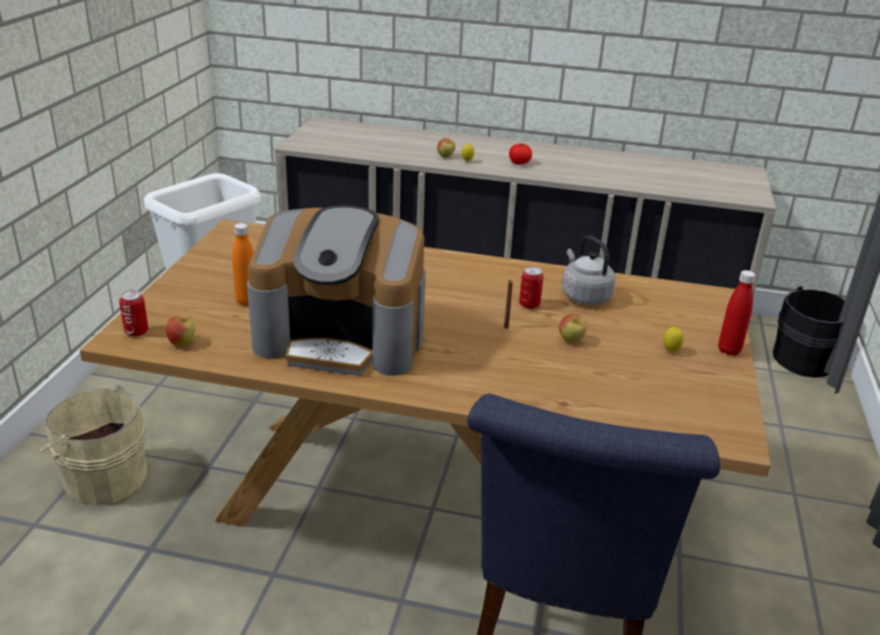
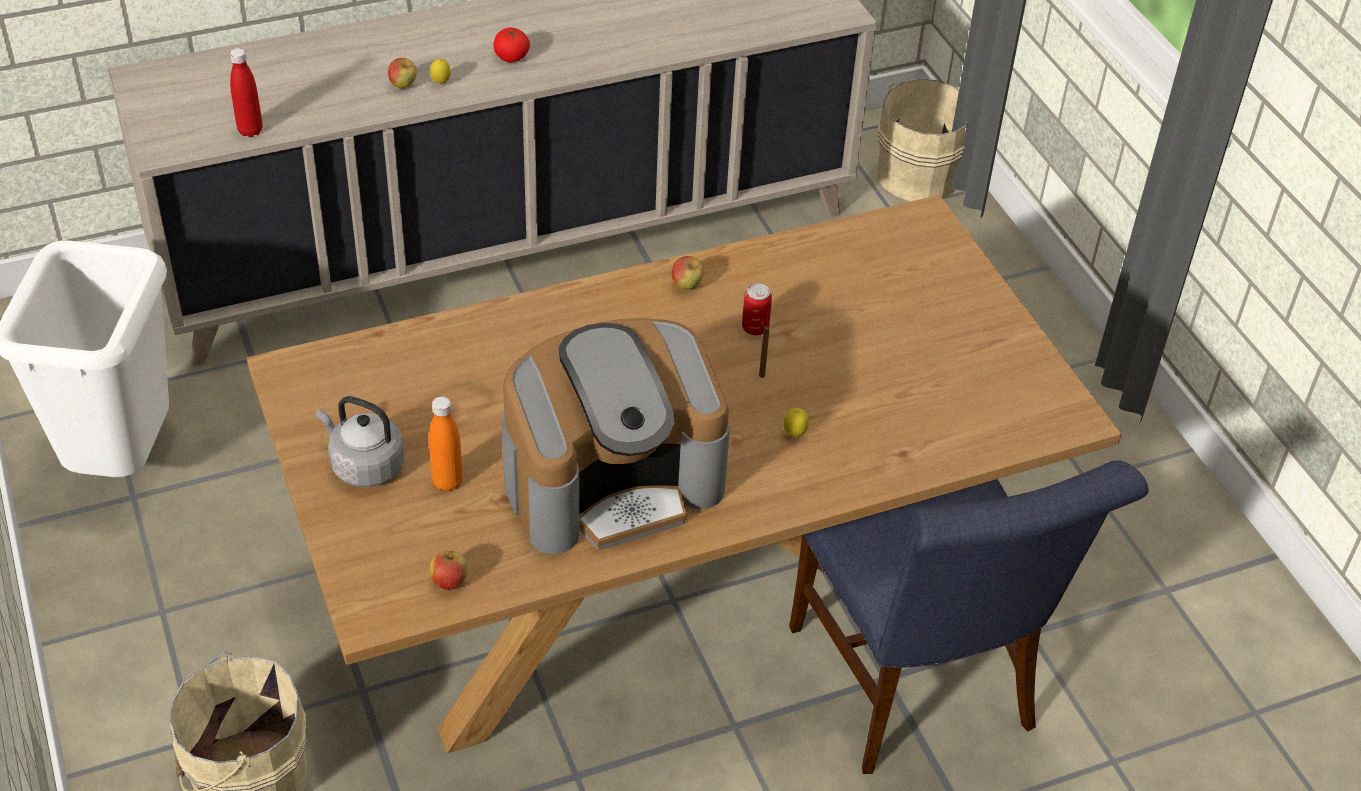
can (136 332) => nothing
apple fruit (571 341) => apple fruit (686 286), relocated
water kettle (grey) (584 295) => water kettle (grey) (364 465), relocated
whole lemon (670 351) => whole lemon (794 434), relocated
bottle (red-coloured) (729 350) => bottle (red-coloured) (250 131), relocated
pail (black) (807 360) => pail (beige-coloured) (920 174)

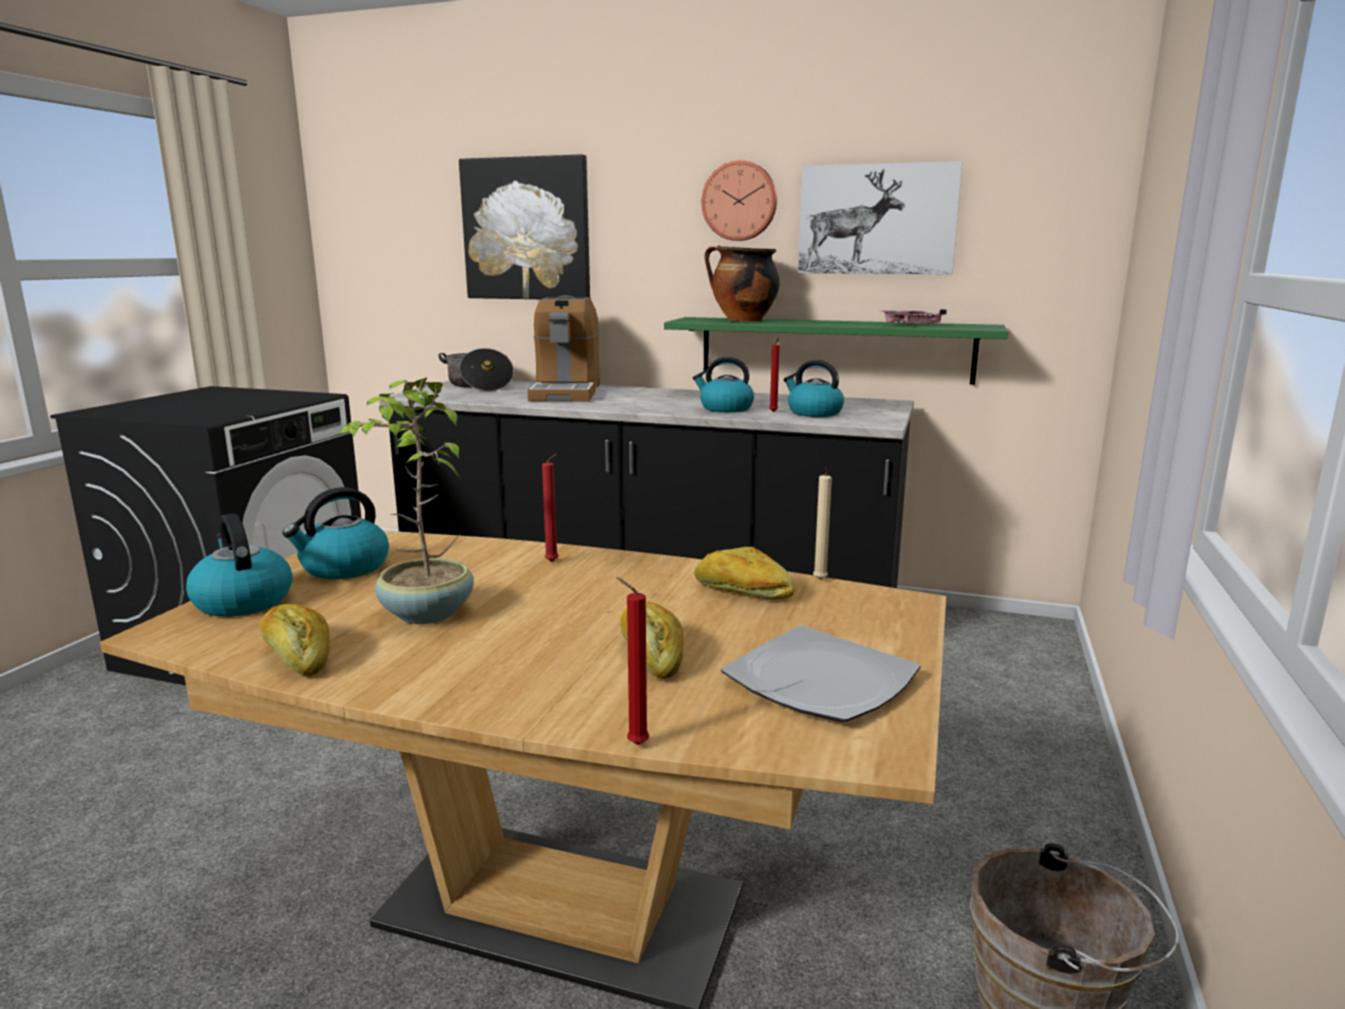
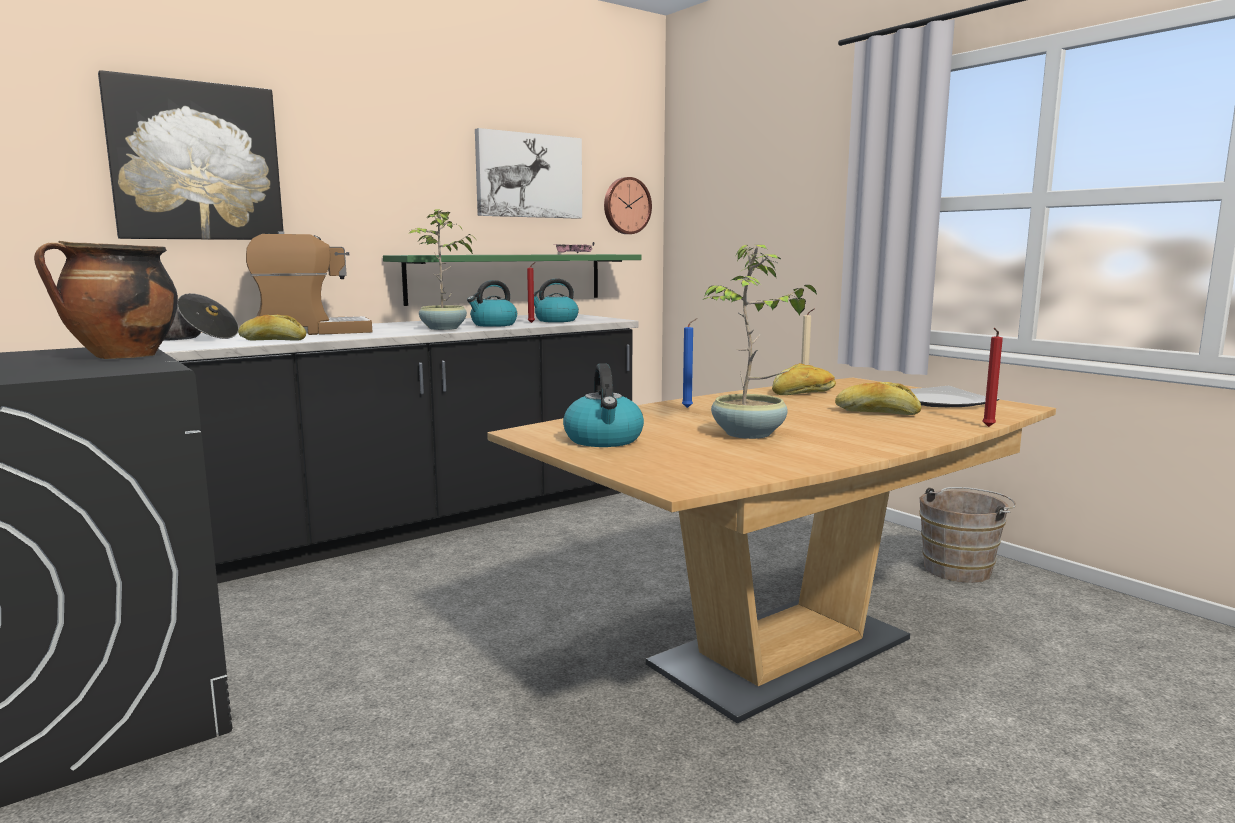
water kettle (242 601) => nothing
baked bread (298 655) => baked bread (272 340), relocated
coffee maker (566 392) => coffee maker (311 332), 60 degrees counterclockwise
candle (red-coloured) (553 562) => candle (blue) (689 407)
clock on the wall (740 201) => clock on the wall (626 206), relocated
stockpot (742 321) => stockpot (122 357), relocated
nothing => plant in a pot (443 329)

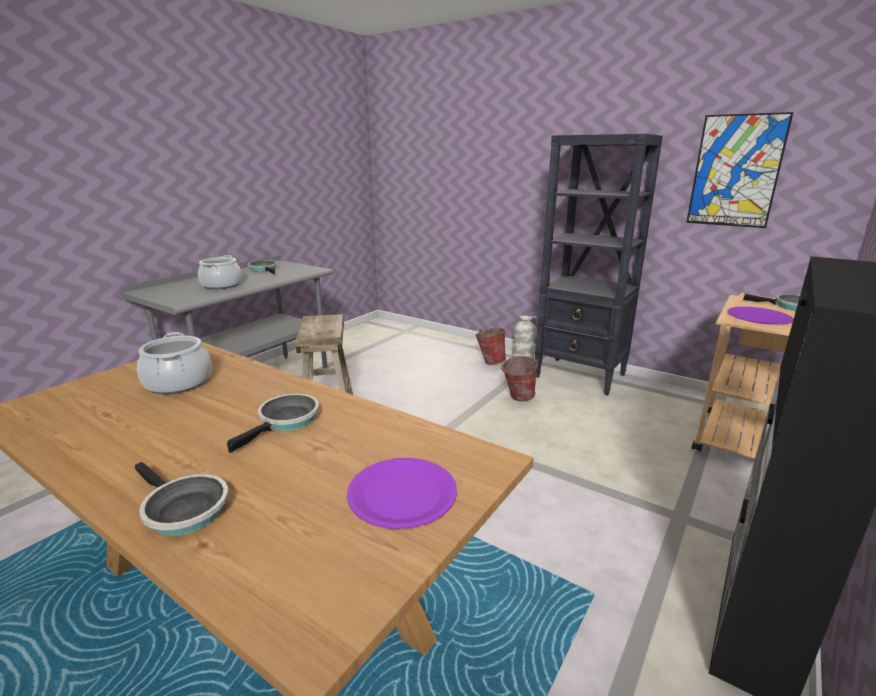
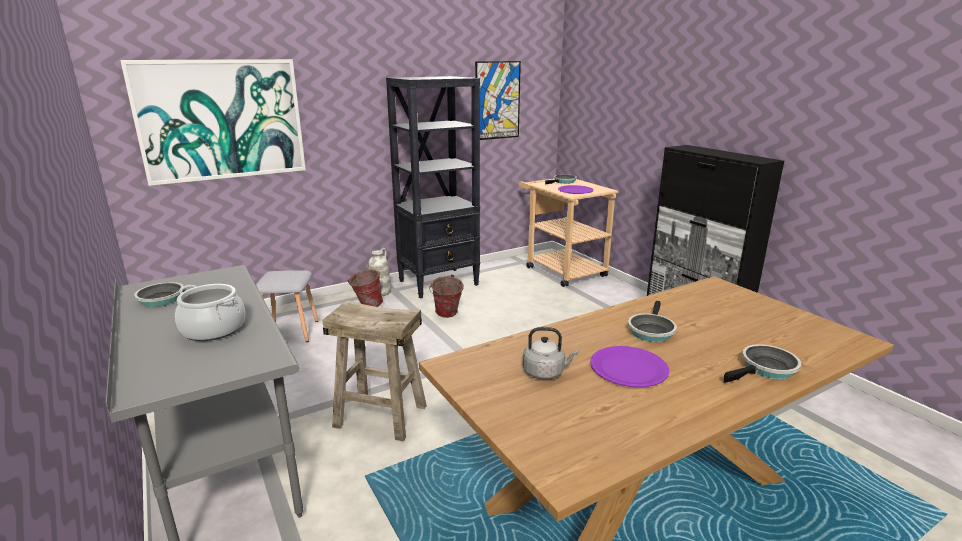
stockpot (179 383) => water kettle (grey) (545 372)
pan (286 421) => pan (650 331), 120 degrees counterclockwise
dinner plate (purple-coloured) (402 494) => dinner plate (purple-coloured) (628 368), relocated
nothing => wall picture (221 120)
nothing => stool (grey) (289 331)

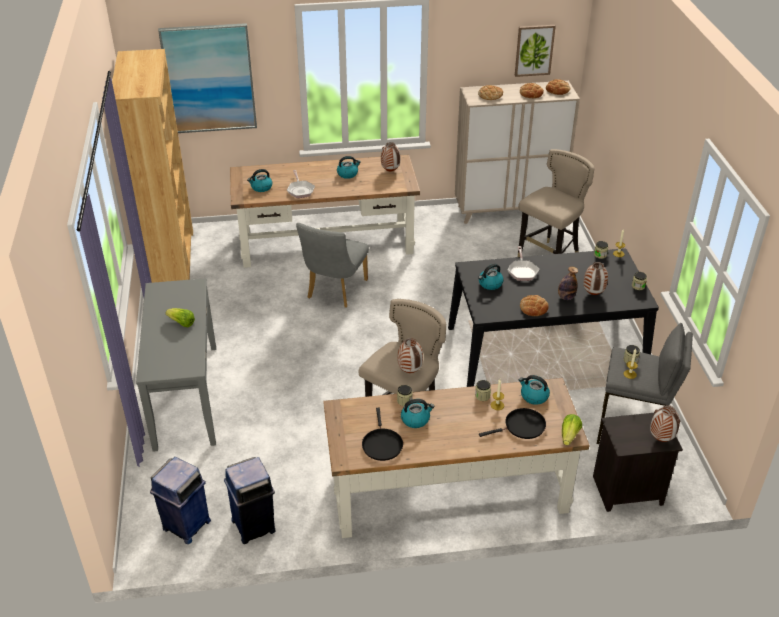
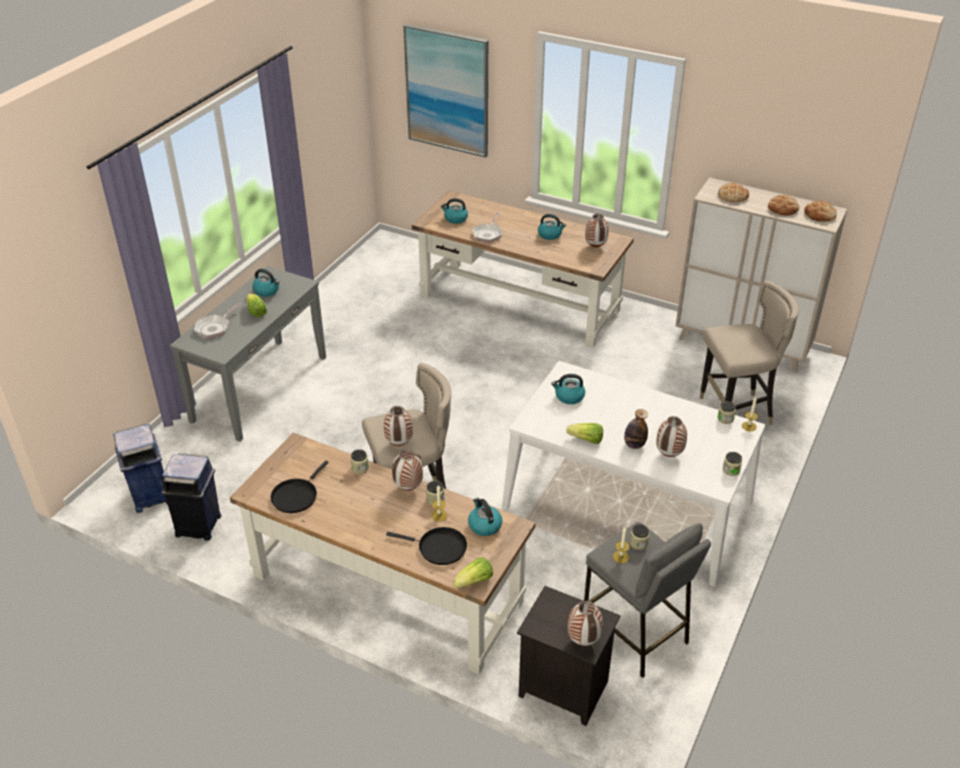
bookcase (brown) (171 259) => nothing
plain chair (grey) (334 291) => nothing
water kettle (416 419) => water kettle (267 291), relocated
kitchen table (black) (545 351) => kitchen table (white) (627 504)
pan (522 271) => pan (215 327), relocated
wall picture (534 50) => nothing
baked bread (533 308) => lettuce (586 440)
nothing => flower vase (408 488)

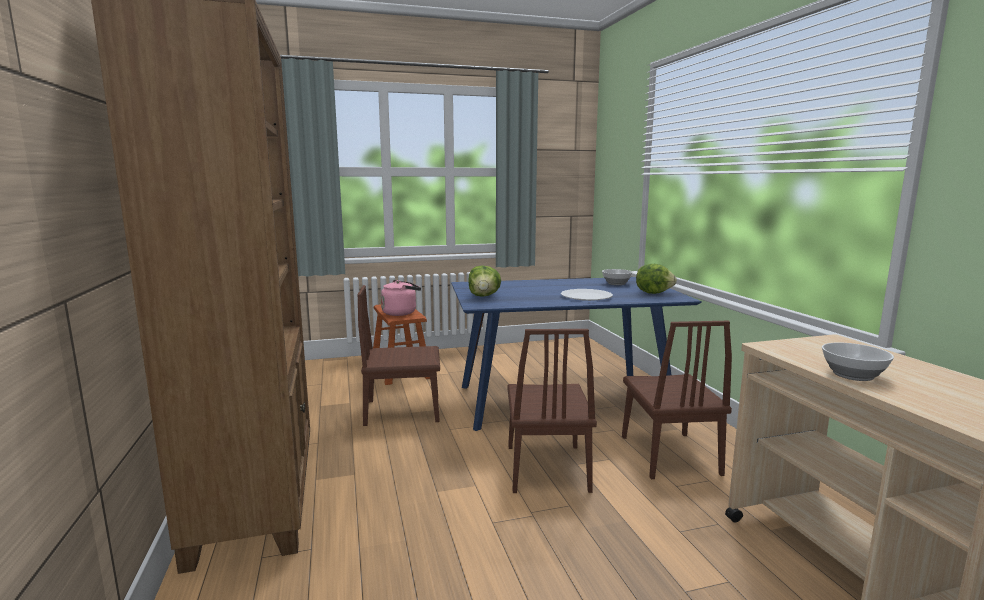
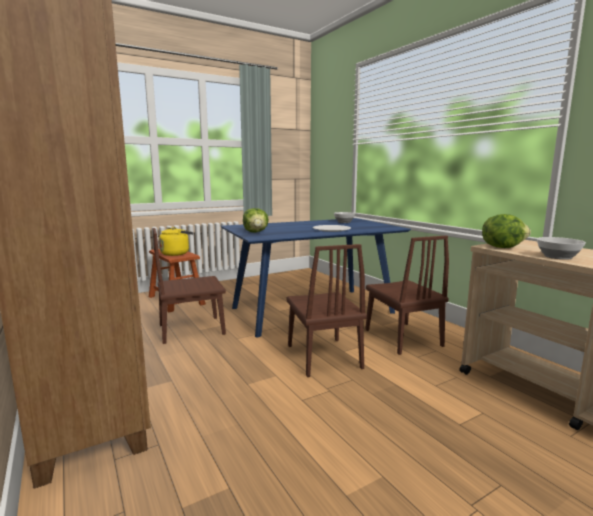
water kettle (pink) (401 313) => water kettle (yellow-coloured) (176 253)
lettuce (653 293) => lettuce (502 247), relocated

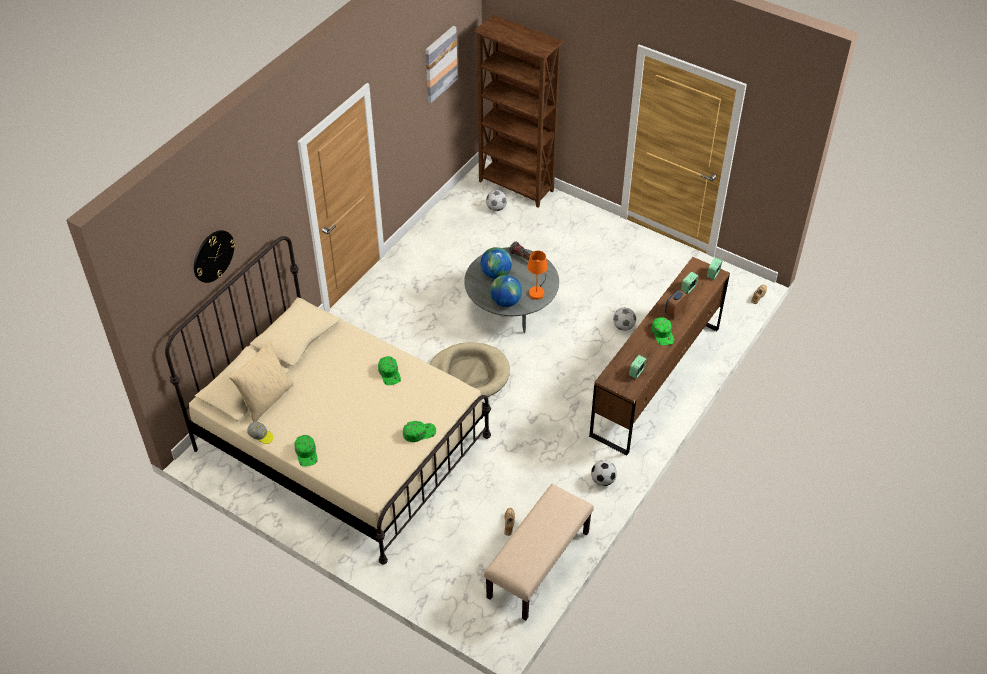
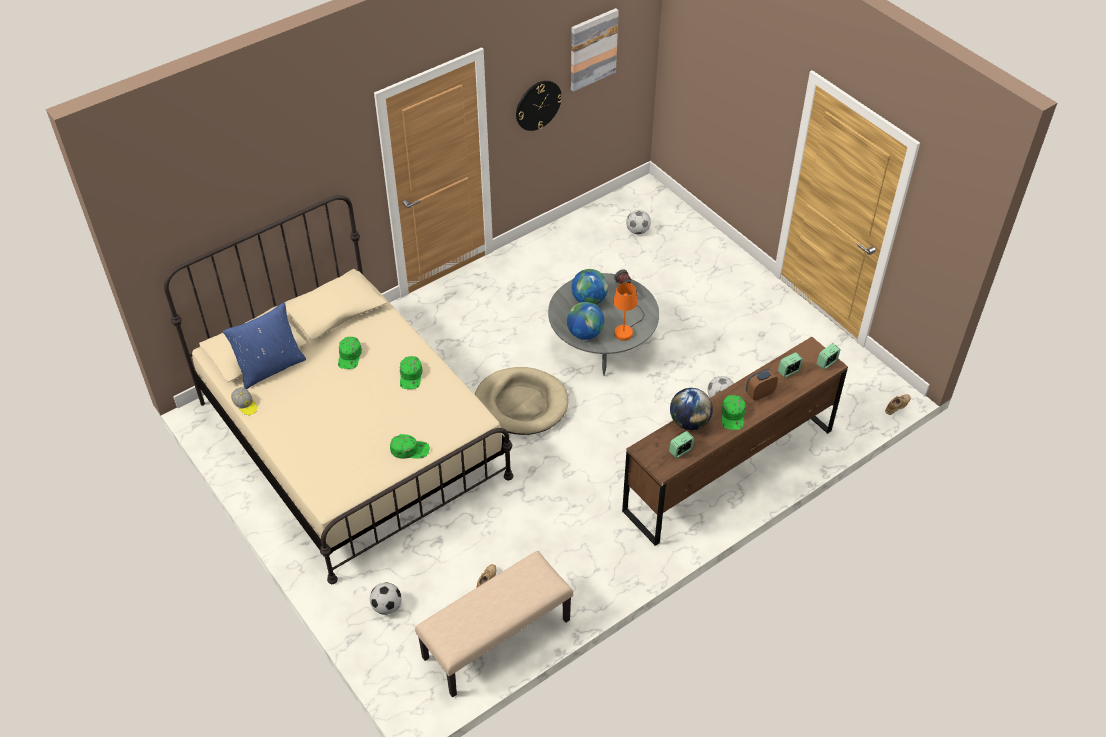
clock on the wall (213 256) => clock on the wall (538 105), relocated
throw pillow (beige-coloured) (266 399) => throw pillow (blue) (270 367)
baseball cap (green) (306 453) => baseball cap (green) (350 356), relocated
bookcase (brown) (516 187) => nothing
football (603 480) => football (387 606), relocated
nothing => desk globe (689 422)

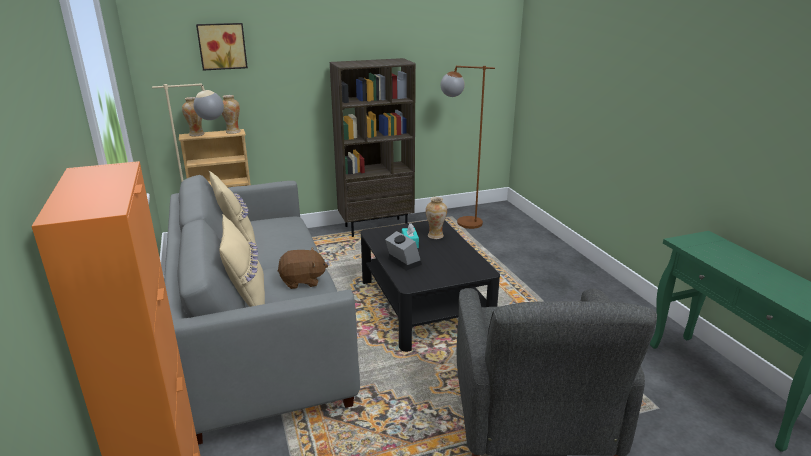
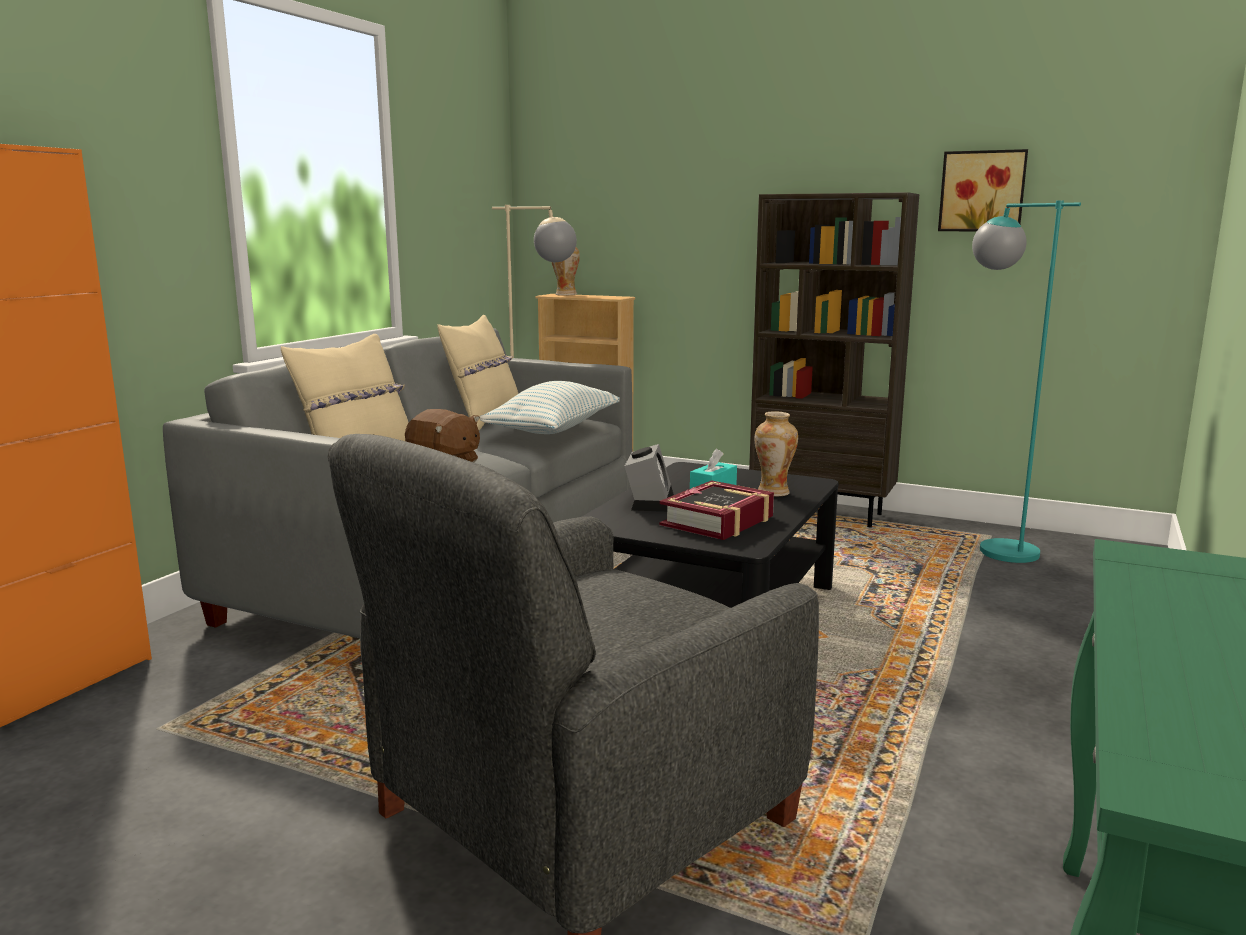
wall picture (222 46) => wall picture (982 191), relocated
flower vase (233 132) => nothing
standard lamp (brown) (460 222) => standard lamp (blue-green) (992 547)
nothing => throw pillow (553 430)
nothing => volume (718 521)

